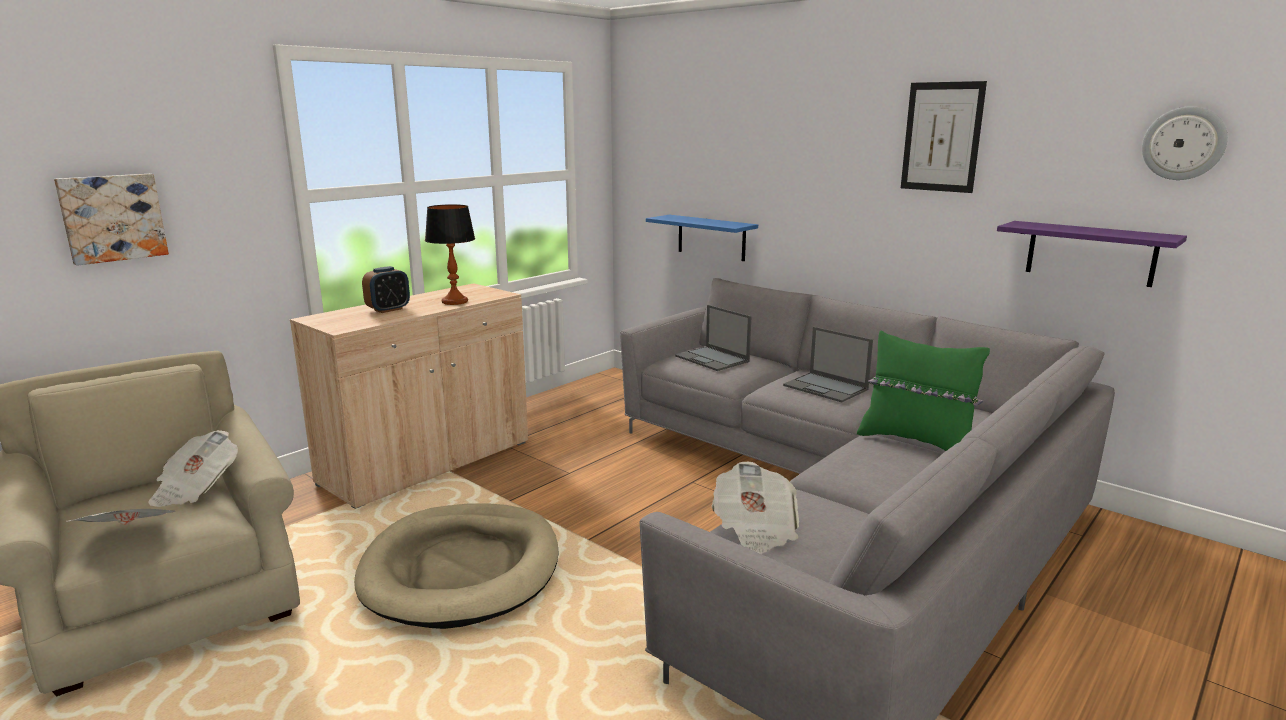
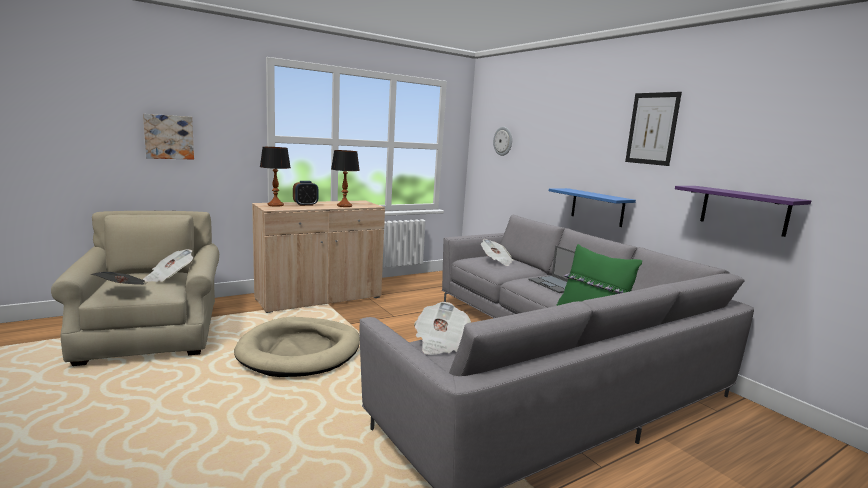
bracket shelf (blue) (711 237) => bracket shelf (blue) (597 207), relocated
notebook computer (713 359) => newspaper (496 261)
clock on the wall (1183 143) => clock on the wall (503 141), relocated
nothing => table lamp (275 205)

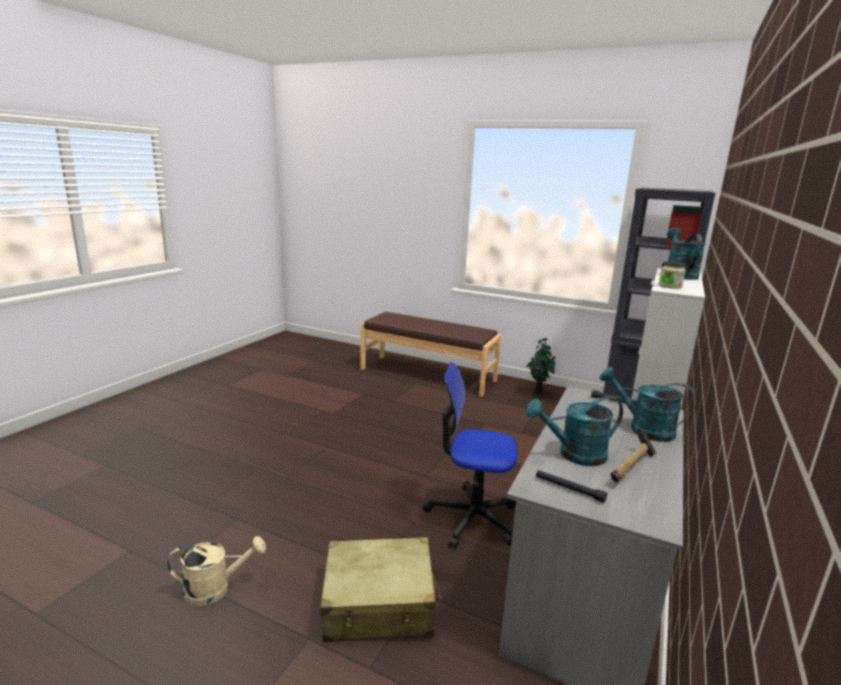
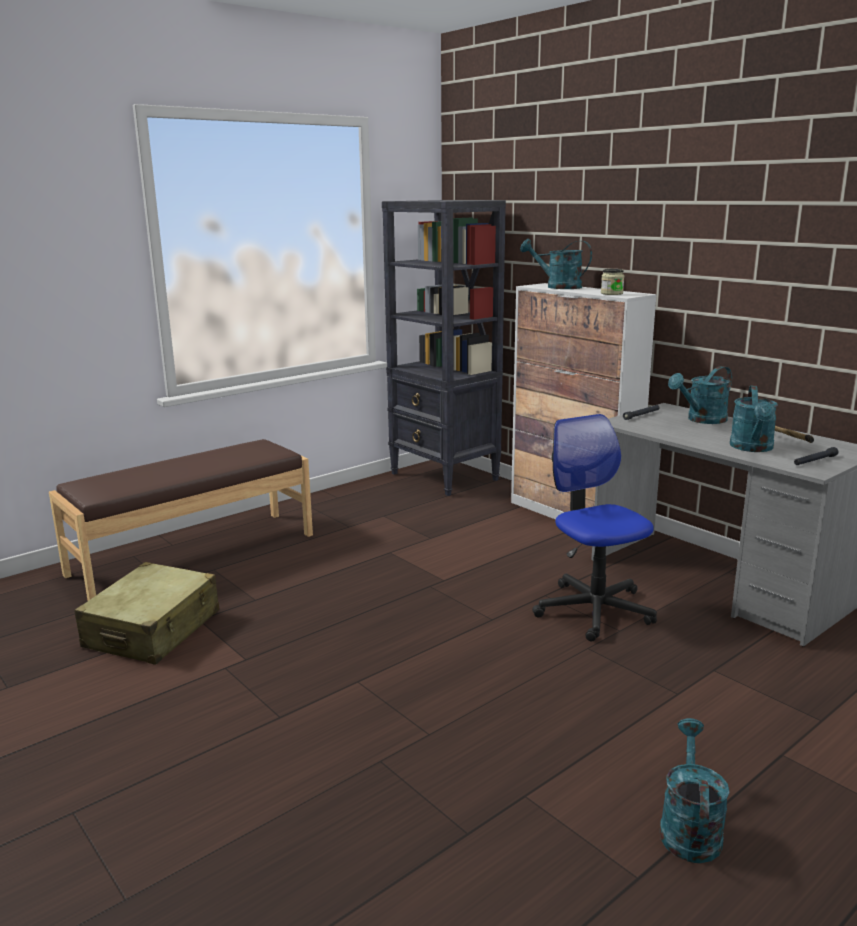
watering can (beige-coloured) (216 589) => watering can (blue-green) (688 828)
piece of luggage (beige-coloured) (379 604) => piece of luggage (beige-coloured) (153 630), relocated
desk chair (472 517) => desk chair (594 610), 120 degrees clockwise
plant in a pot (537 395) => nothing

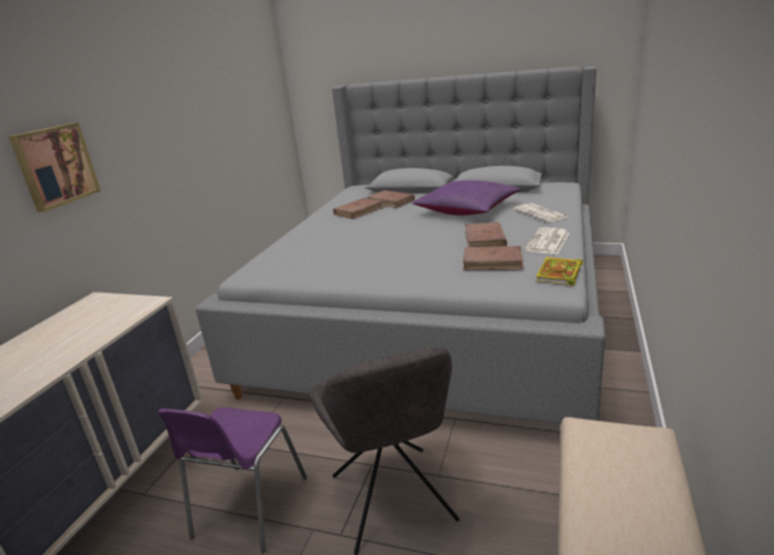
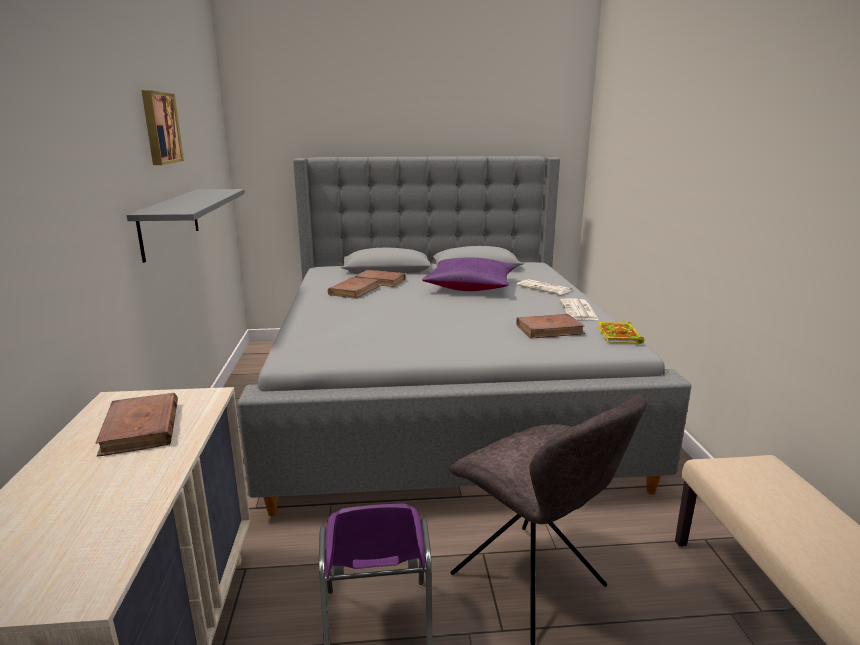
wall picture (55 166) => wall picture (159 128), relocated
volume (brown) (484 239) => volume (brown) (141 428), relocated
nothing => bracket shelf (grey) (170 222)

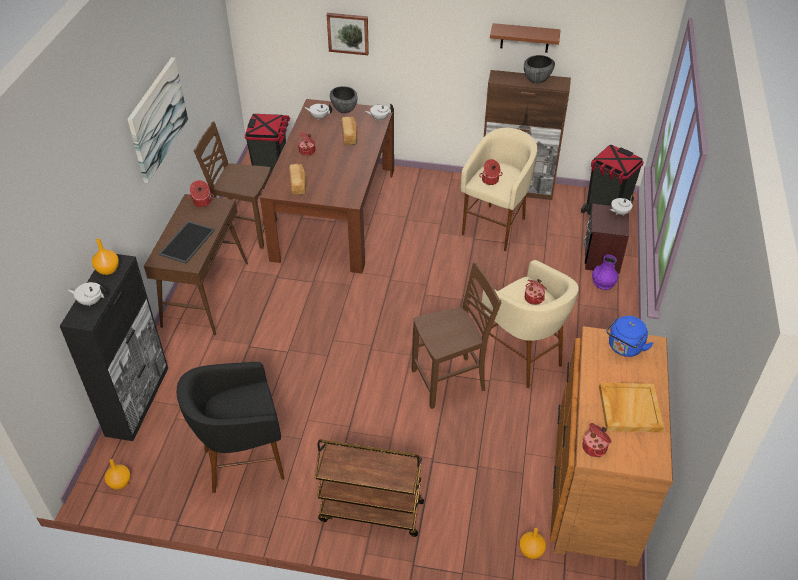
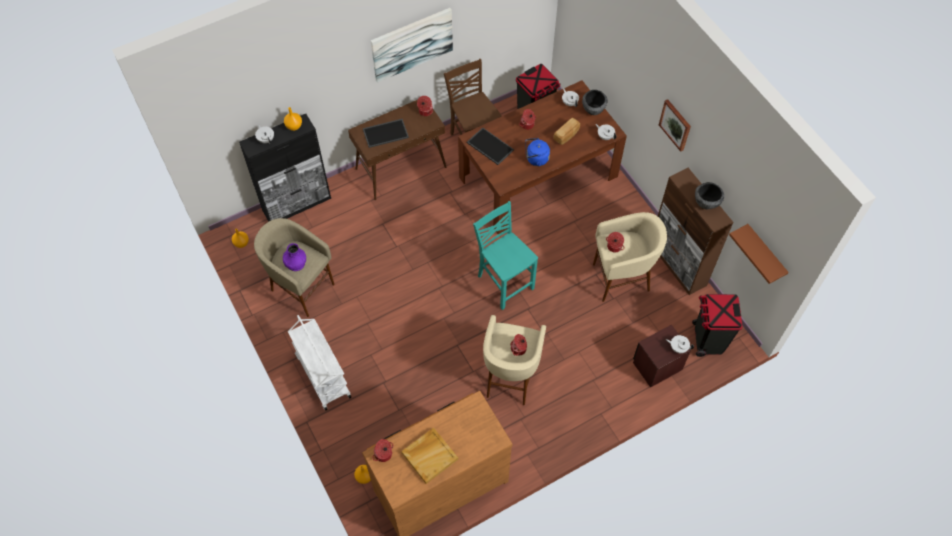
stool (black) (243 462) => stool (beige-coloured) (301 288)
baked bread (298 185) => tray (489 146)
trolley (brown) (370 511) => trolley (white) (322 375)
wall picture (348 33) => wall picture (675 124), relocated
plain chair (brown) (450 381) => nothing
bracket shelf (brown) (525 38) => bracket shelf (brown) (764 254), relocated
flower vase (purple-coloured) (603 283) => flower vase (purple-coloured) (295 263), relocated
water kettle (blue) (624 348) => water kettle (blue) (536 159), relocated
nothing => plain chair (blue-green) (504 282)

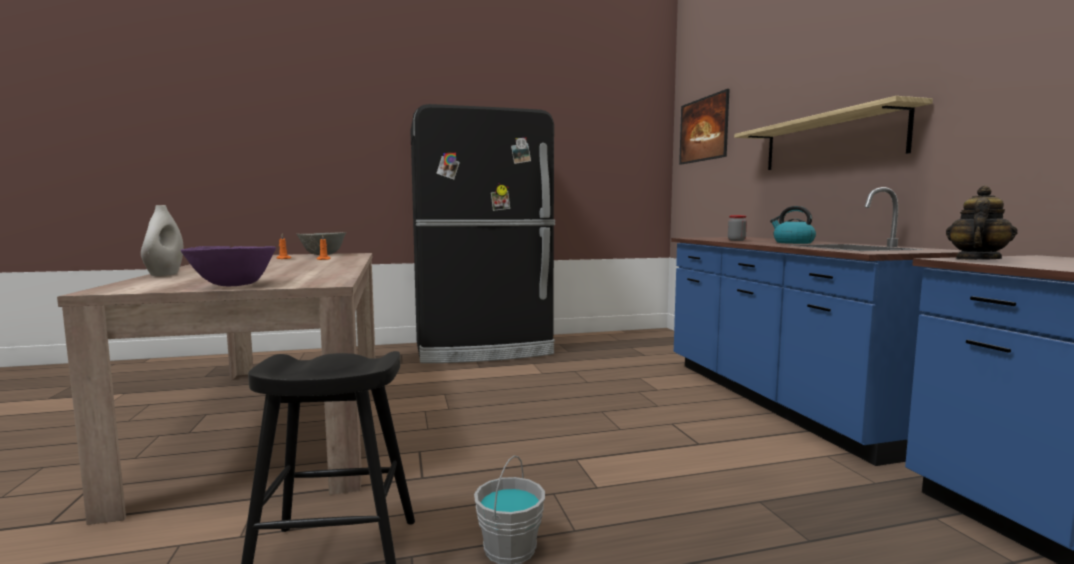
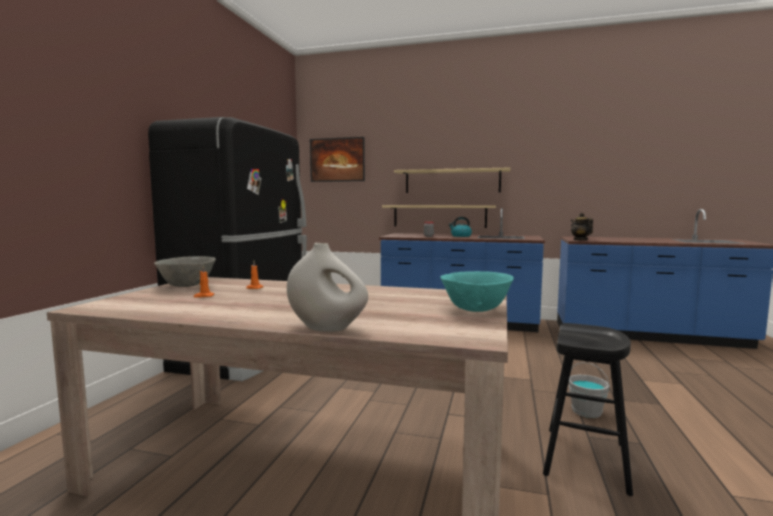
deep dish (purple-coloured) (232 286) => deep dish (blue-green) (476 310)
nothing => bracket shelf (439 216)

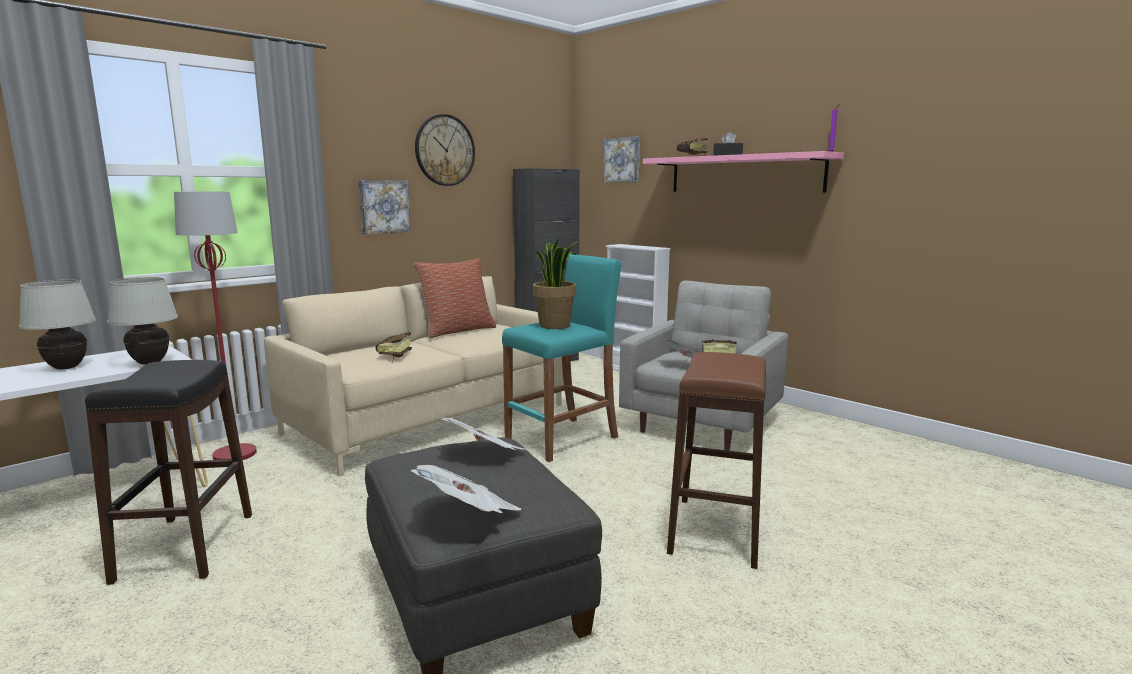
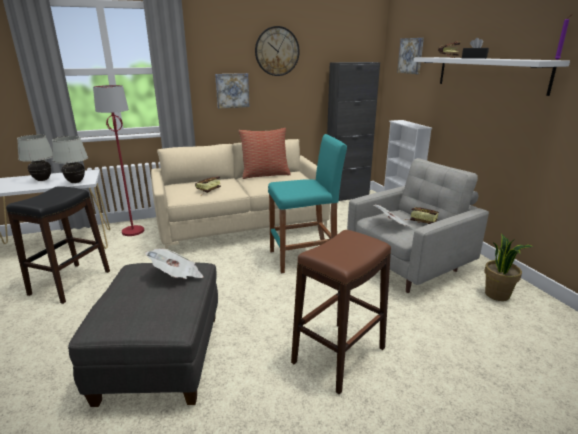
newspaper (468 515) => nothing
plant in a pot (555 325) => plant in a pot (497 294), relocated
bracket shelf (pink) (744 174) => bracket shelf (white) (489 73)

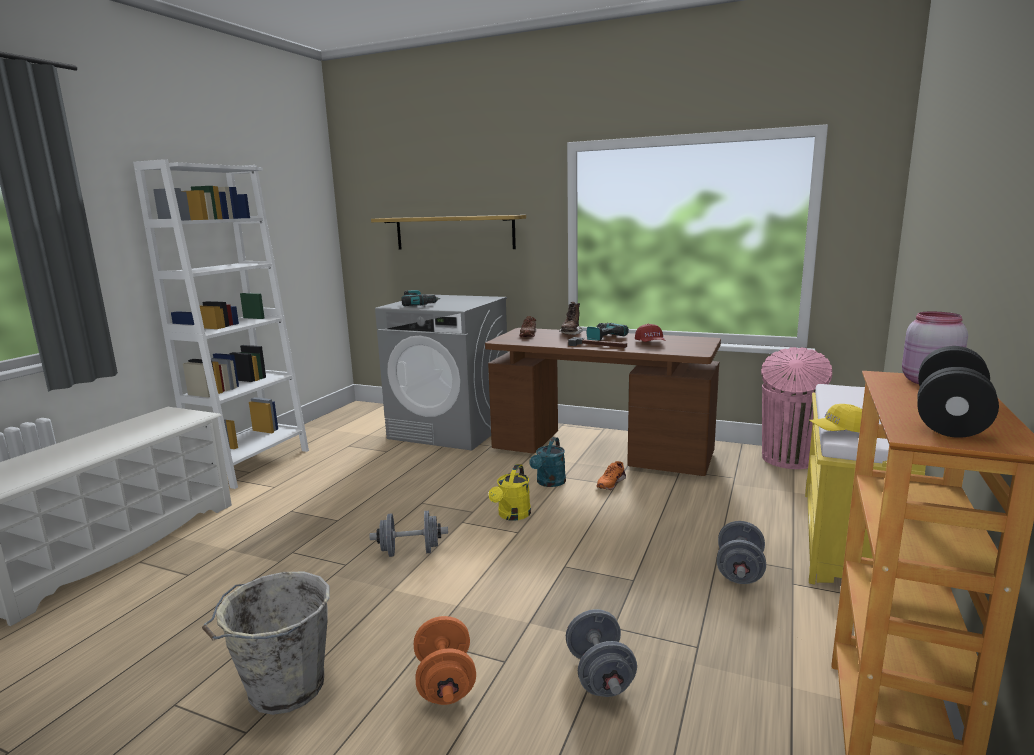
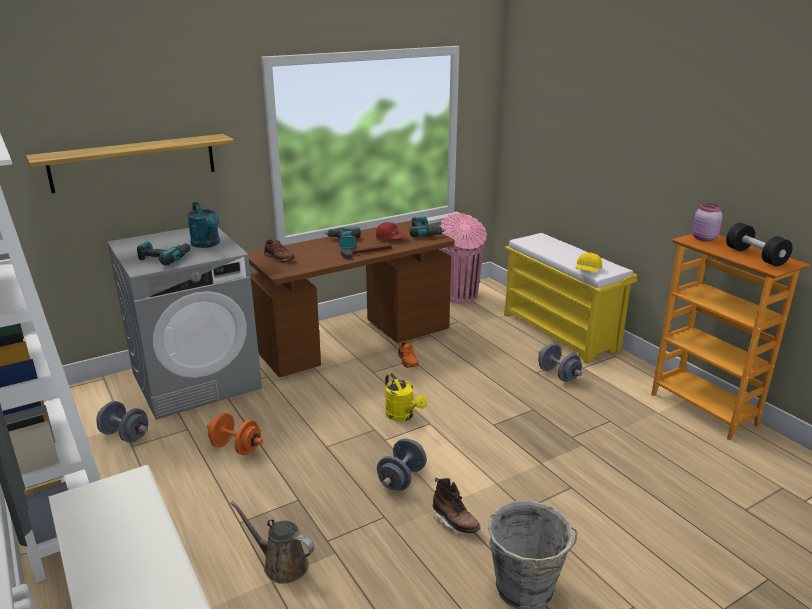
dumbbell (orangey) (445 683) => dumbbell (orangey) (236 448), relocated
watering can (blue-green) (549 483) => watering can (blue-green) (207 244), relocated
tall boot (brown) (570 333) => tall boot (brown) (455 522), relocated
dumbbell (grey) (599 675) => dumbbell (grey) (125 435), relocated
nothing => watering can (brown) (281 564)
nothing => electric drill (425 233)

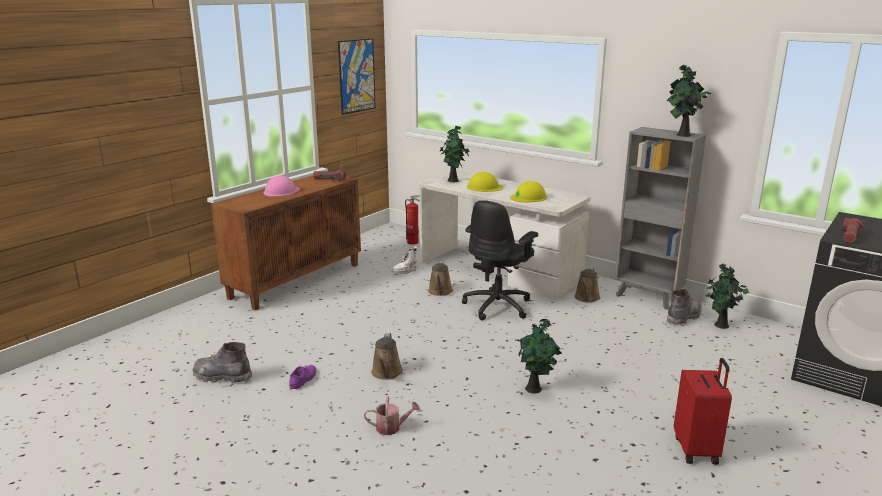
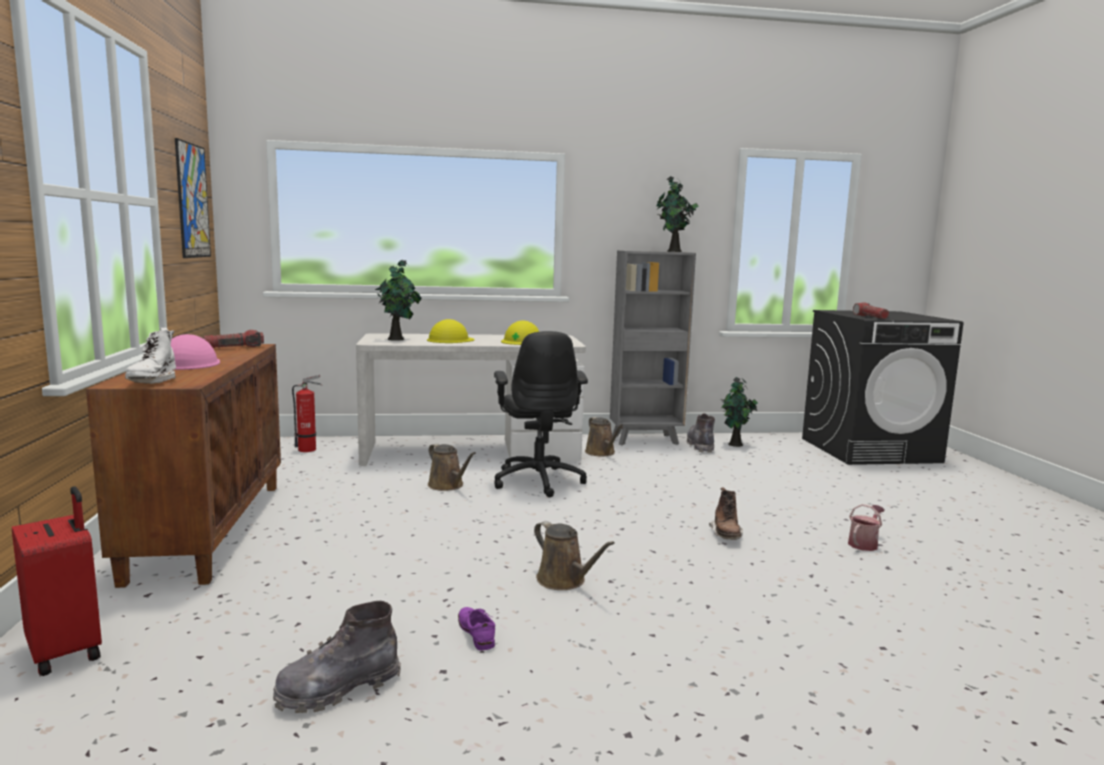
watering can (392 427) => watering can (864 543), relocated
tall boot (white) (405 271) => tall boot (white) (152 382), relocated
plant in a pot (535 389) => tall boot (brown) (726 535)
piece of luggage (red-coloured) (697 450) => piece of luggage (red-coloured) (67 651), relocated

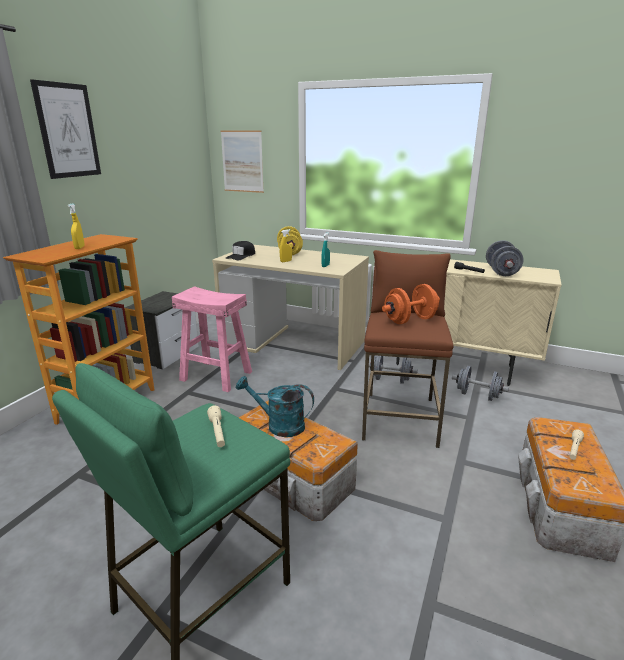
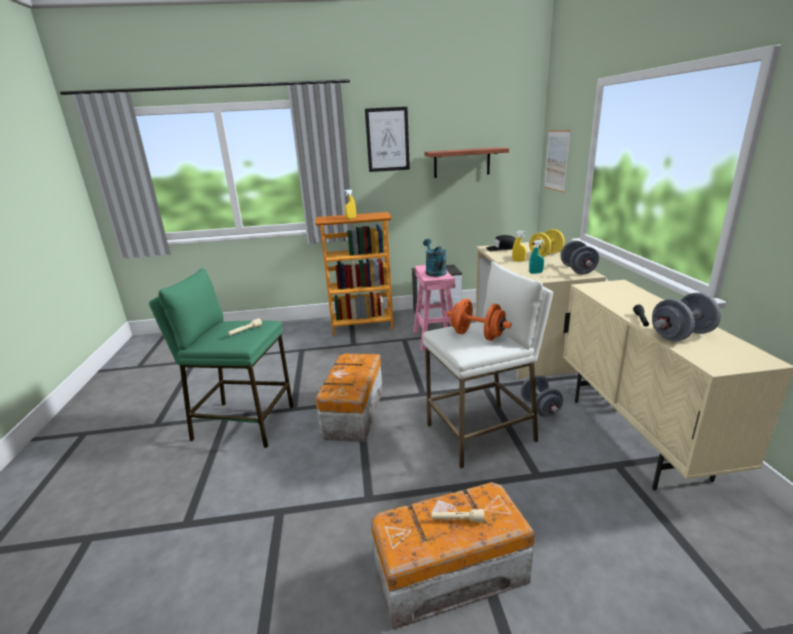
watering can (blue-green) (279 425) => watering can (blue-green) (434 272), relocated
stool (brown) (400 418) => stool (white) (481 433)
dumbbell (grey) (477 395) => dumbbell (grey) (577 270), relocated
nothing => bracket shelf (462 162)

